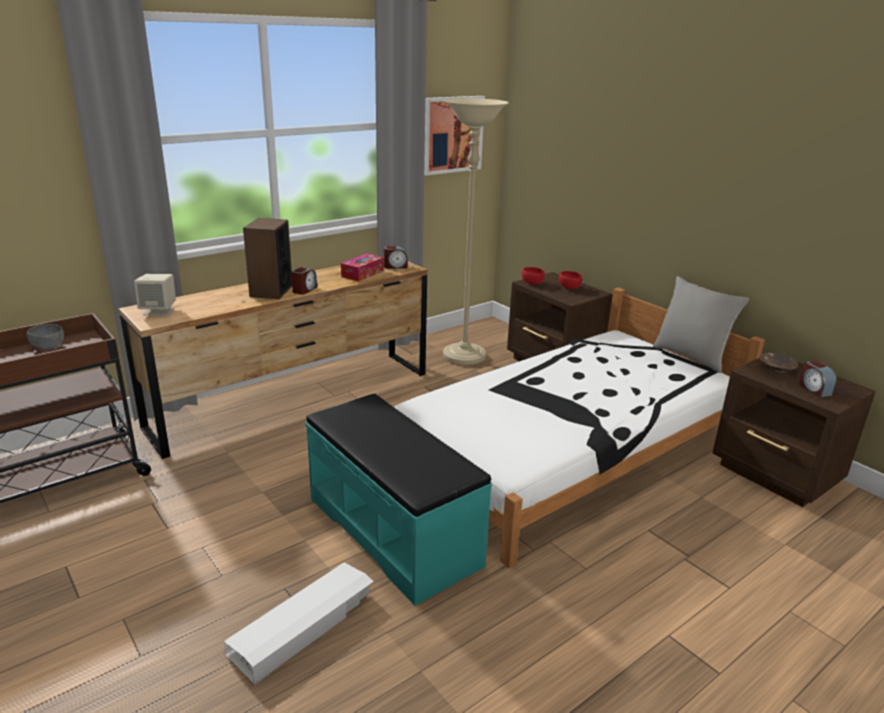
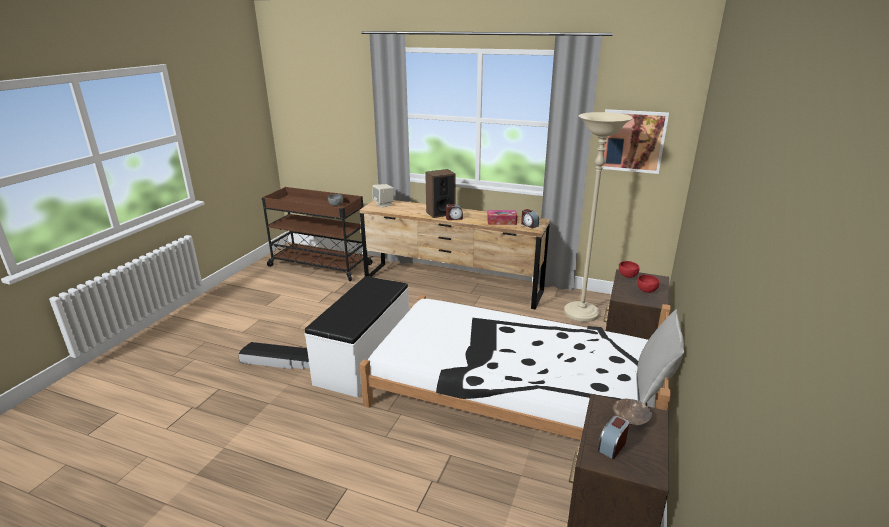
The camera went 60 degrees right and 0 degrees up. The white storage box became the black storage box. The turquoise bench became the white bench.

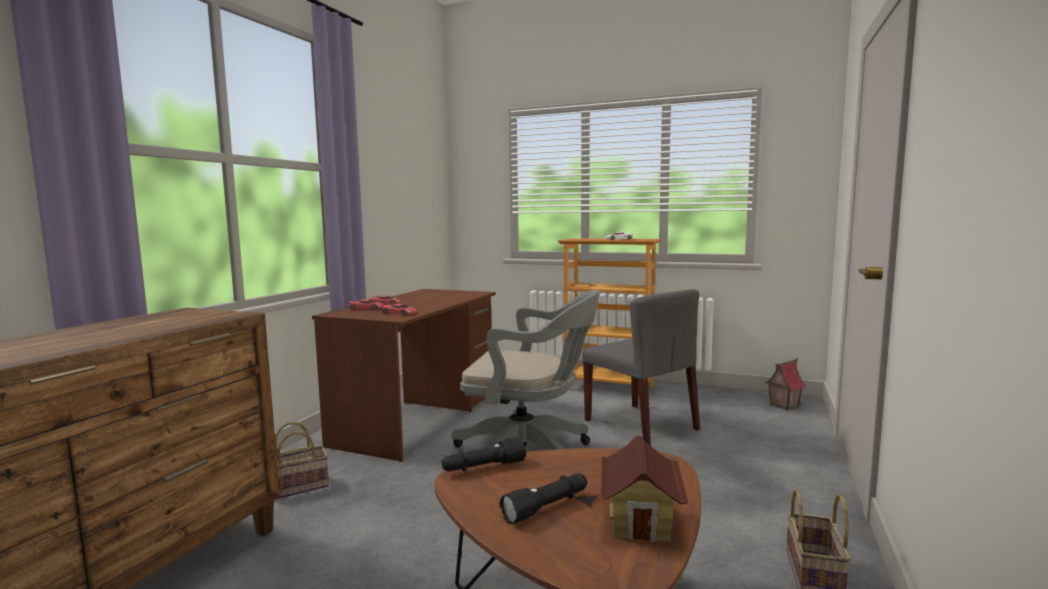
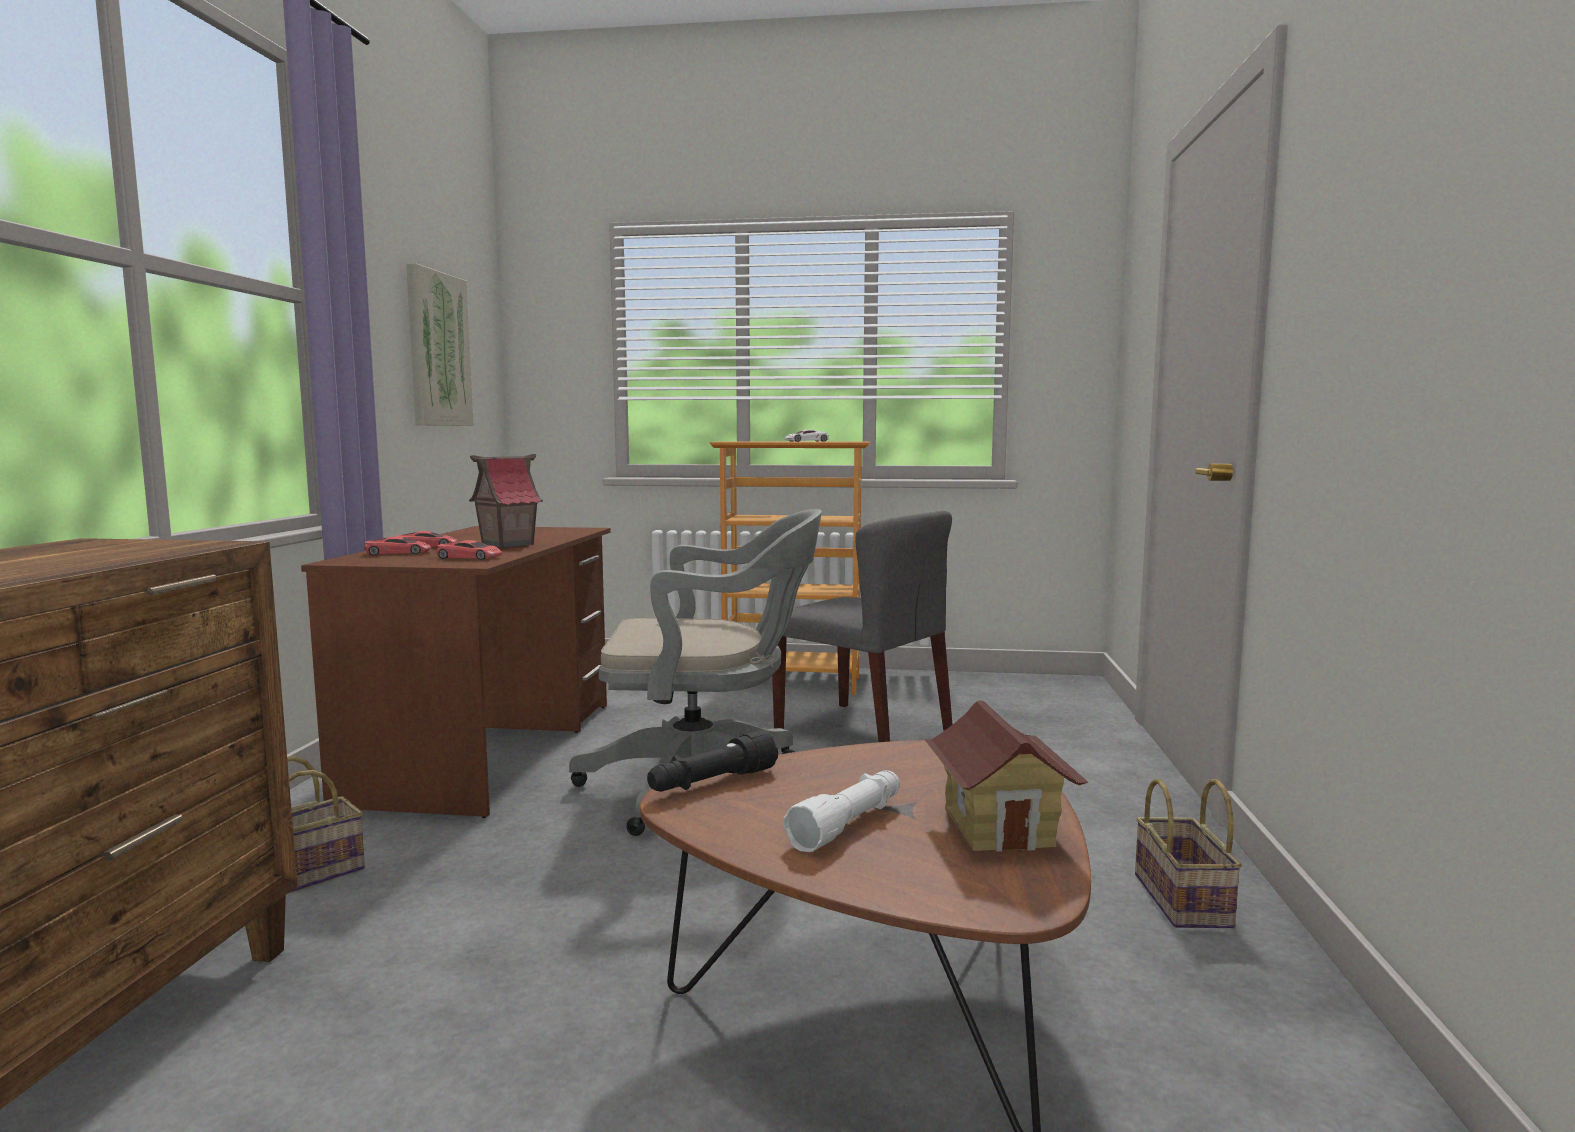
The camera went 15 degrees left and 0 degrees up. The black flashlight (2nd from left) became the white flashlight. The toy house (2nd from left in the first image) moved. The picture appeared.

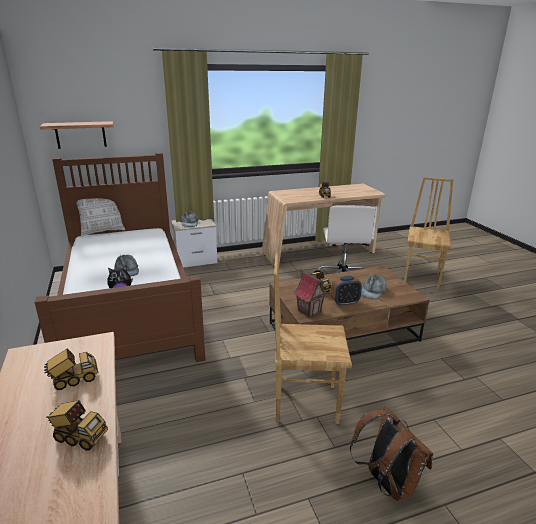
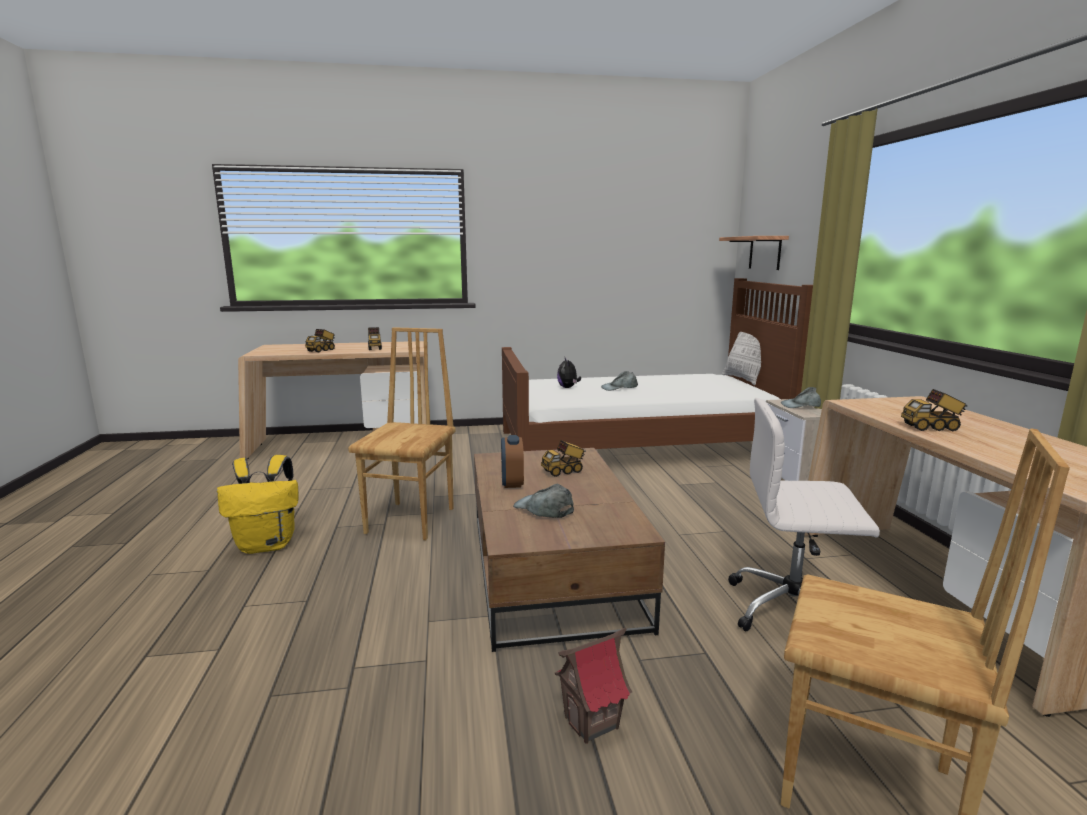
The camera went 100 degrees right and 10 degrees down. The toy house moved. The brown backpack became the yellow backpack.

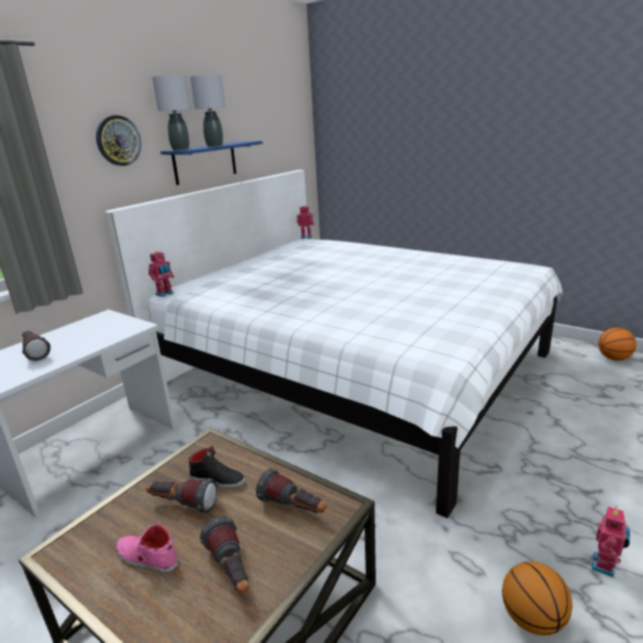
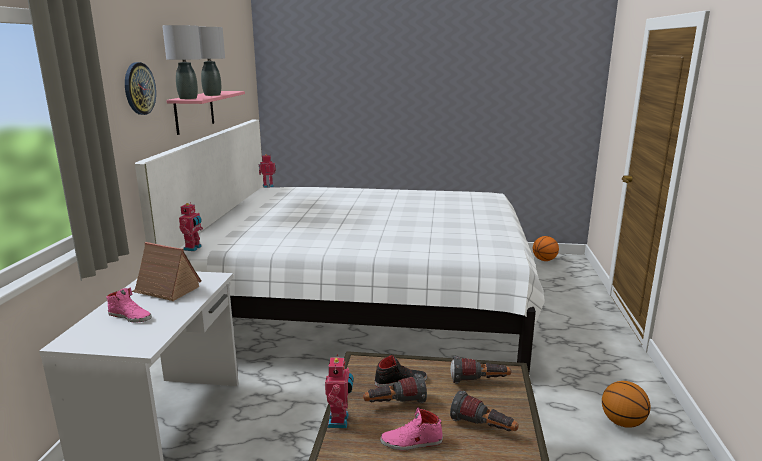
The camera went 30 degrees left and 5 degrees down. The flashlight (1st from left) was replaced by the pink shoe (1st from left). The blue shelf became the pink shelf. The toy robot (3rd from left) moved. The toy house appeared.

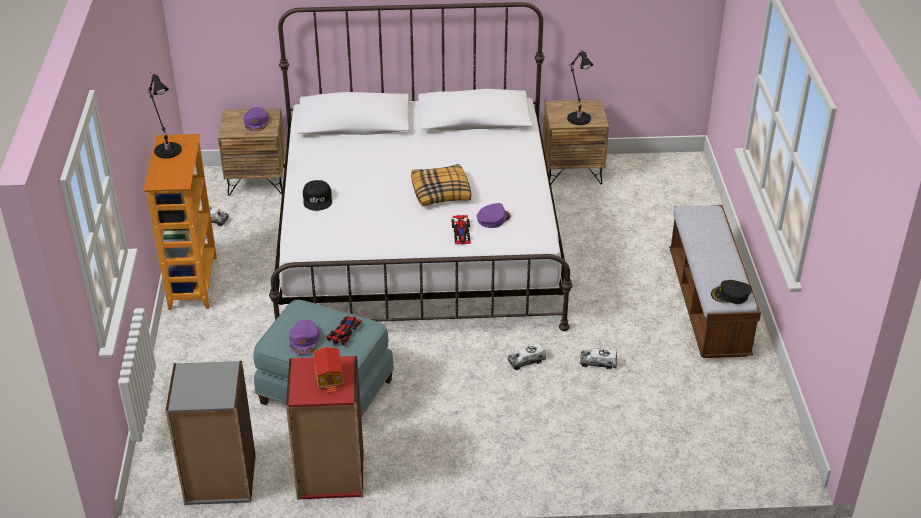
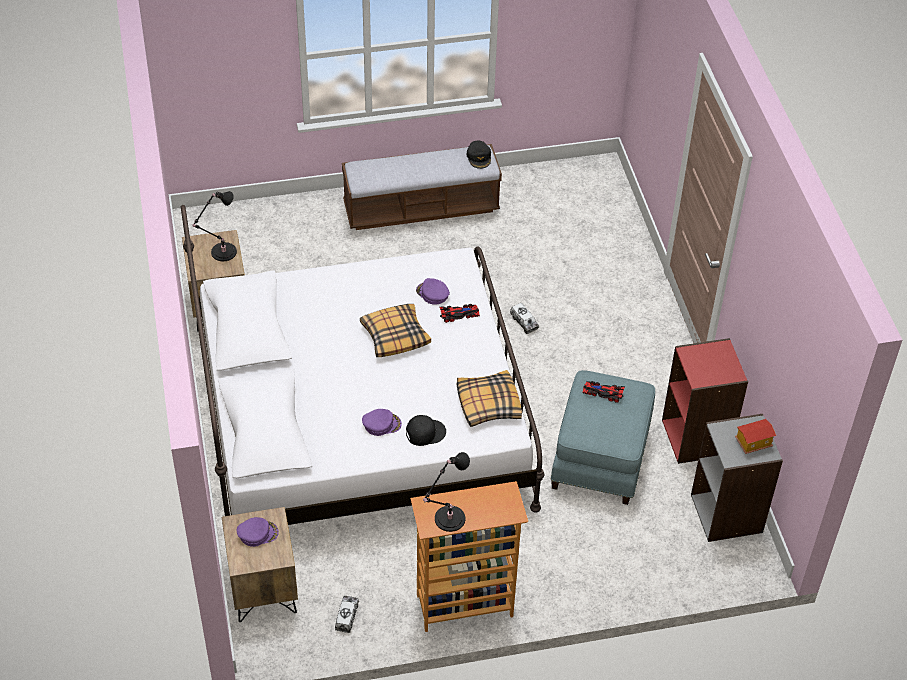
The camera went 100 degrees left and 10 degrees up. The purple cap (2nd from left) moved. The toy house moved. The toy truck (3rd from left) disappeared. The pillow (2nd from left) appeared.

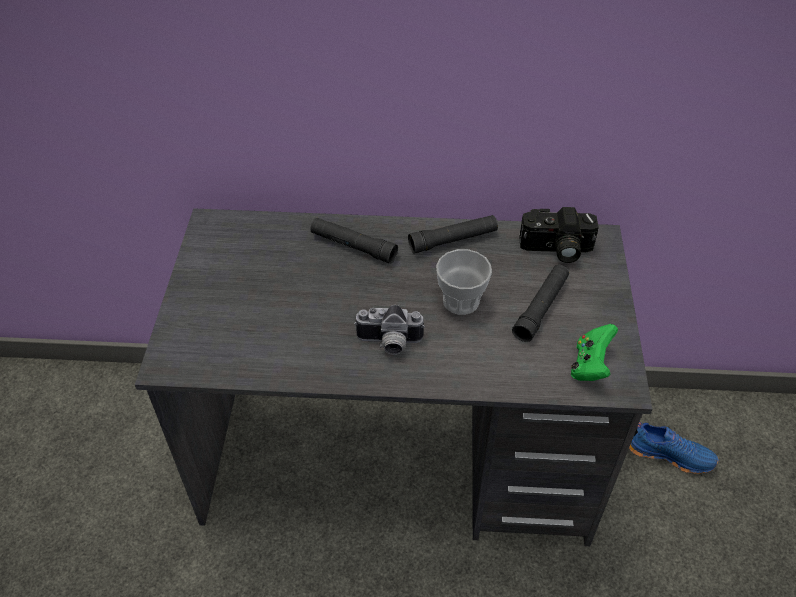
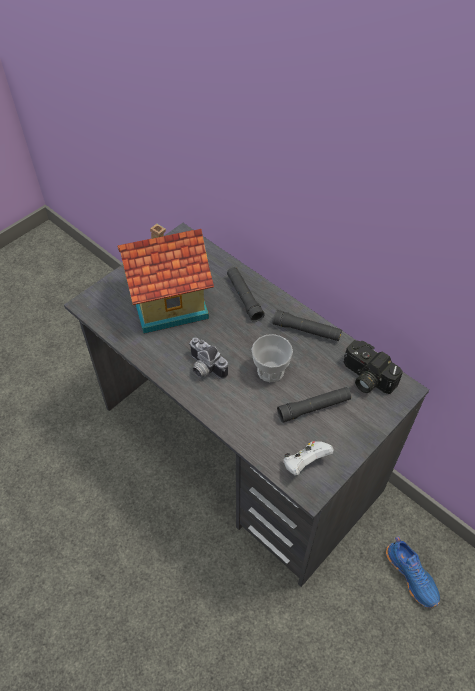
The camera went 40 degrees right and 5 degrees up. The green game controller became the white game controller. The toy house appeared.

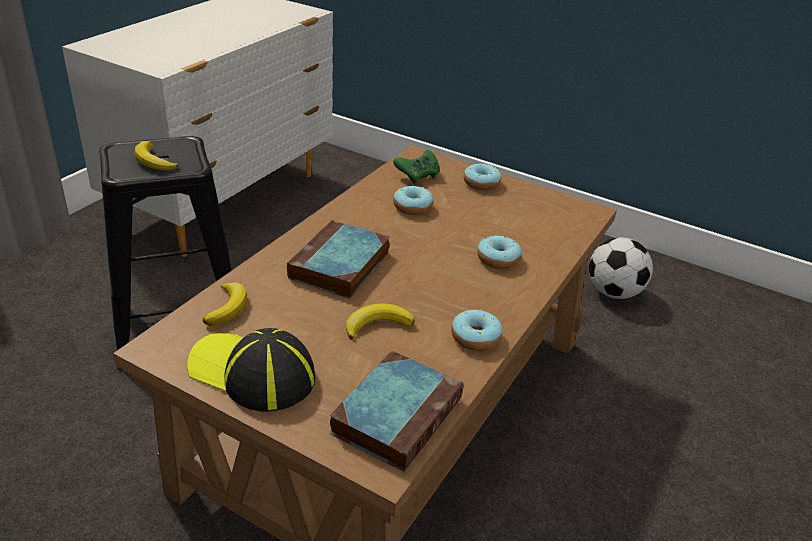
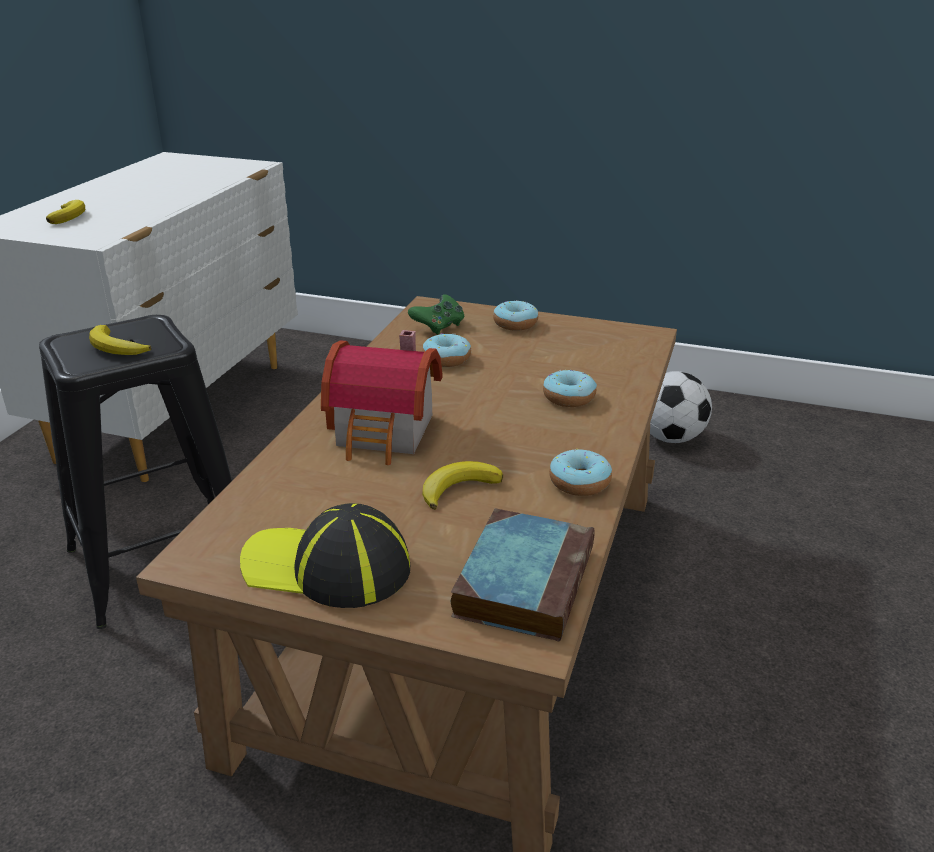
The camera went 10 degrees left and 5 degrees down. The banana (2nd from left in the first image) moved. The book (1st from left) was replaced by the toy house.

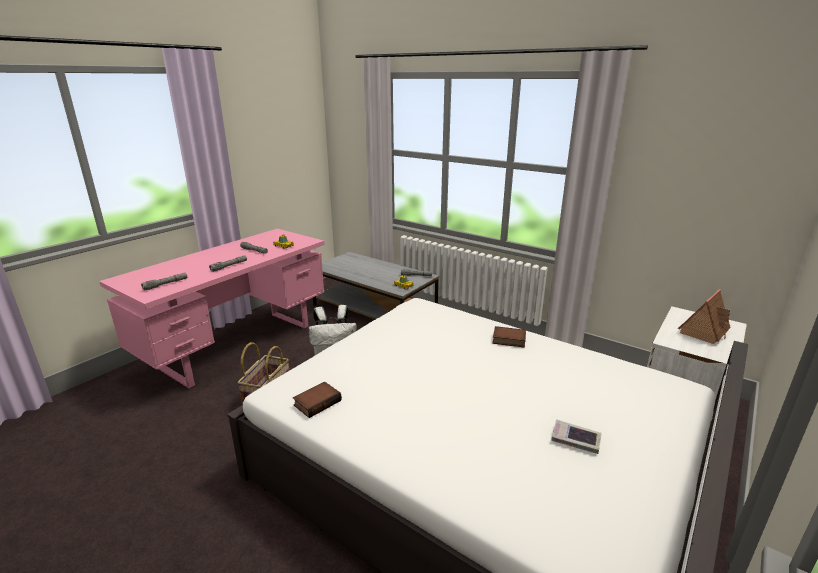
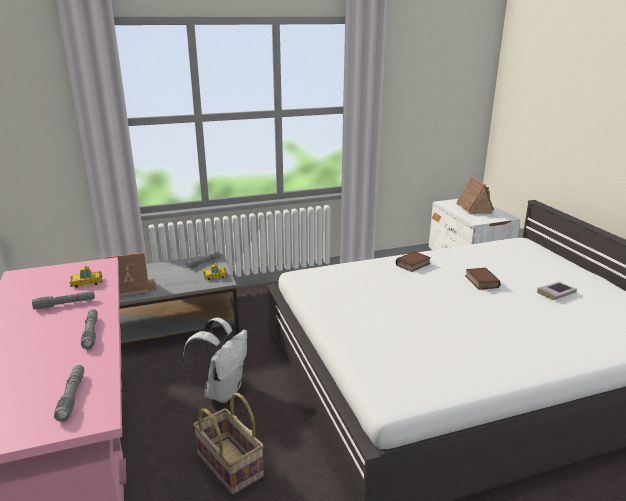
The camera went 55 degrees left and 0 degrees up. The book (1st from left in the first image) moved. The toy house (1st from left) appeared.

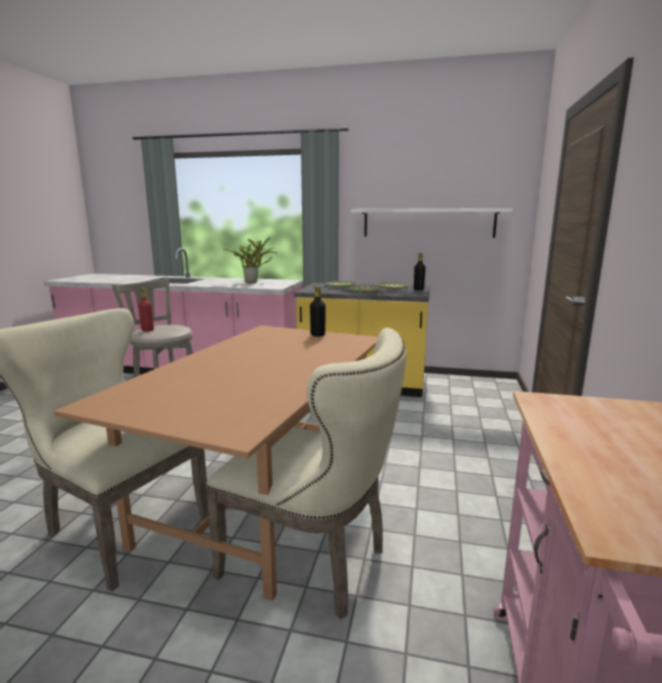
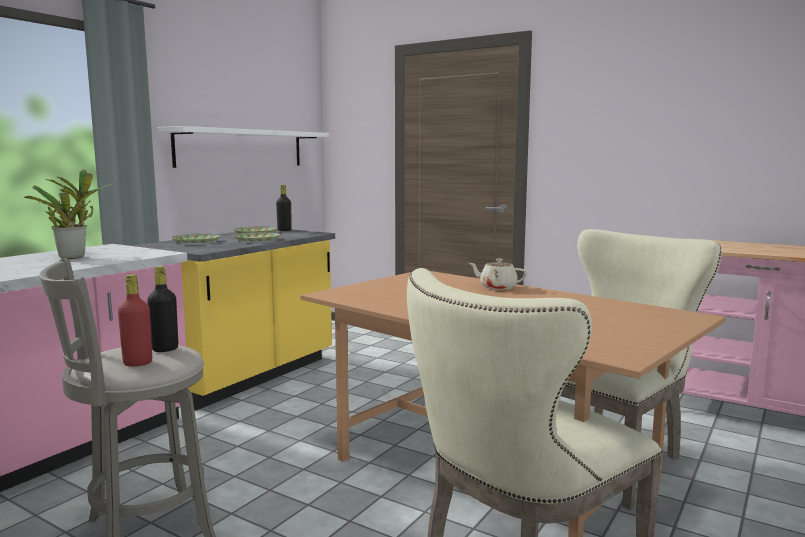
The camera went 70 degrees left and 5 degrees down. The black bottle (1st from left) moved. The beige teapot appeared.

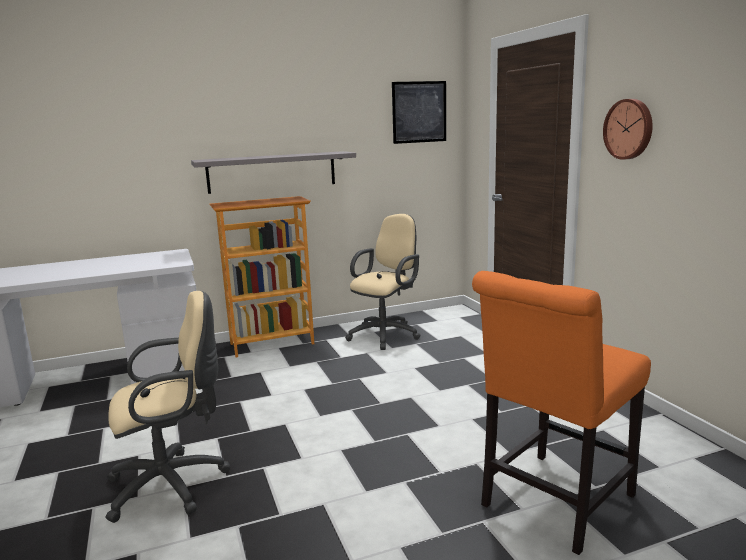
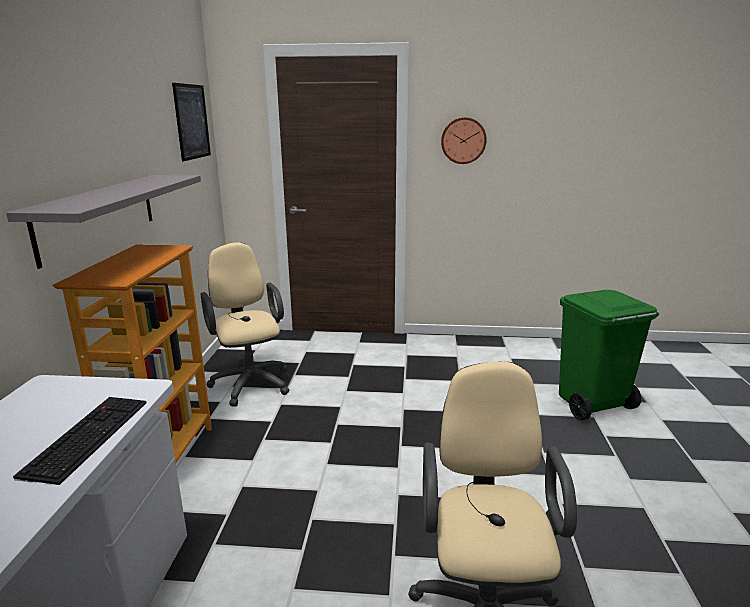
The camera went 65 degrees left and 5 degrees up. The orange chair was replaced by the green trash can. The keyboard appeared.

